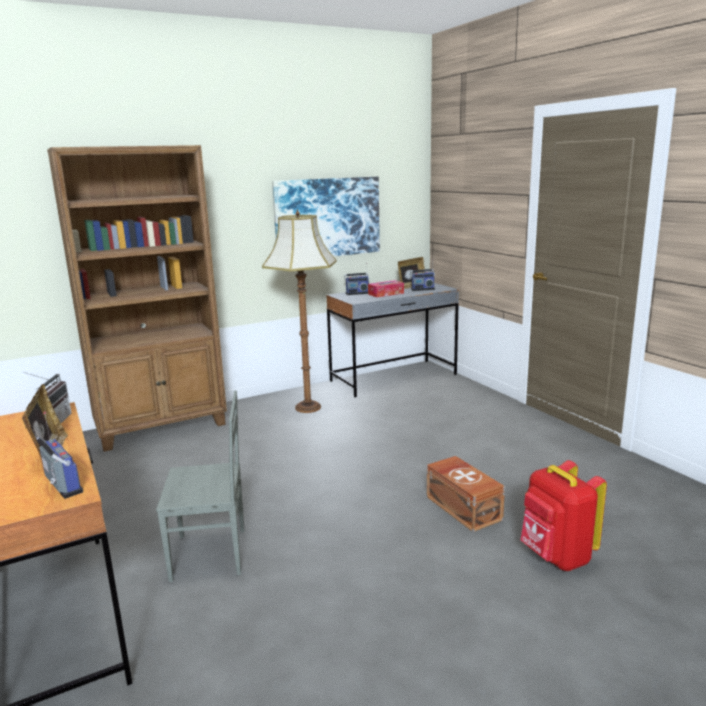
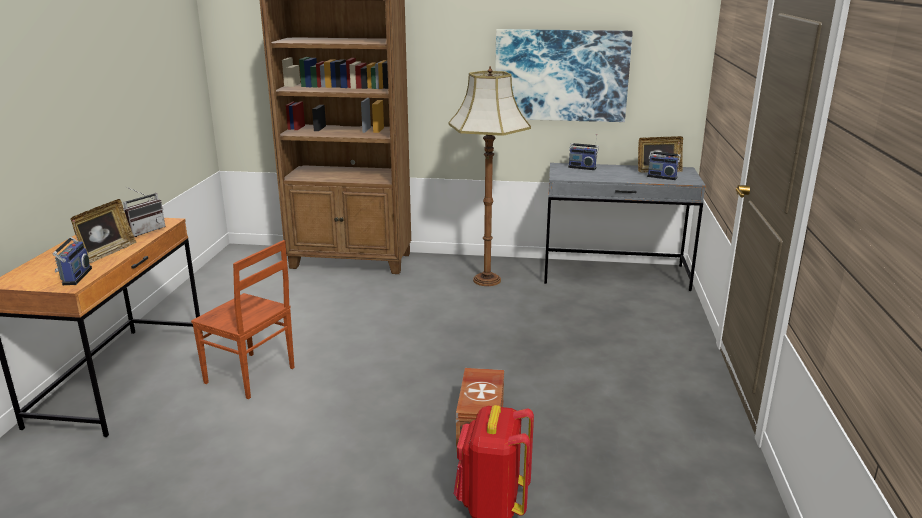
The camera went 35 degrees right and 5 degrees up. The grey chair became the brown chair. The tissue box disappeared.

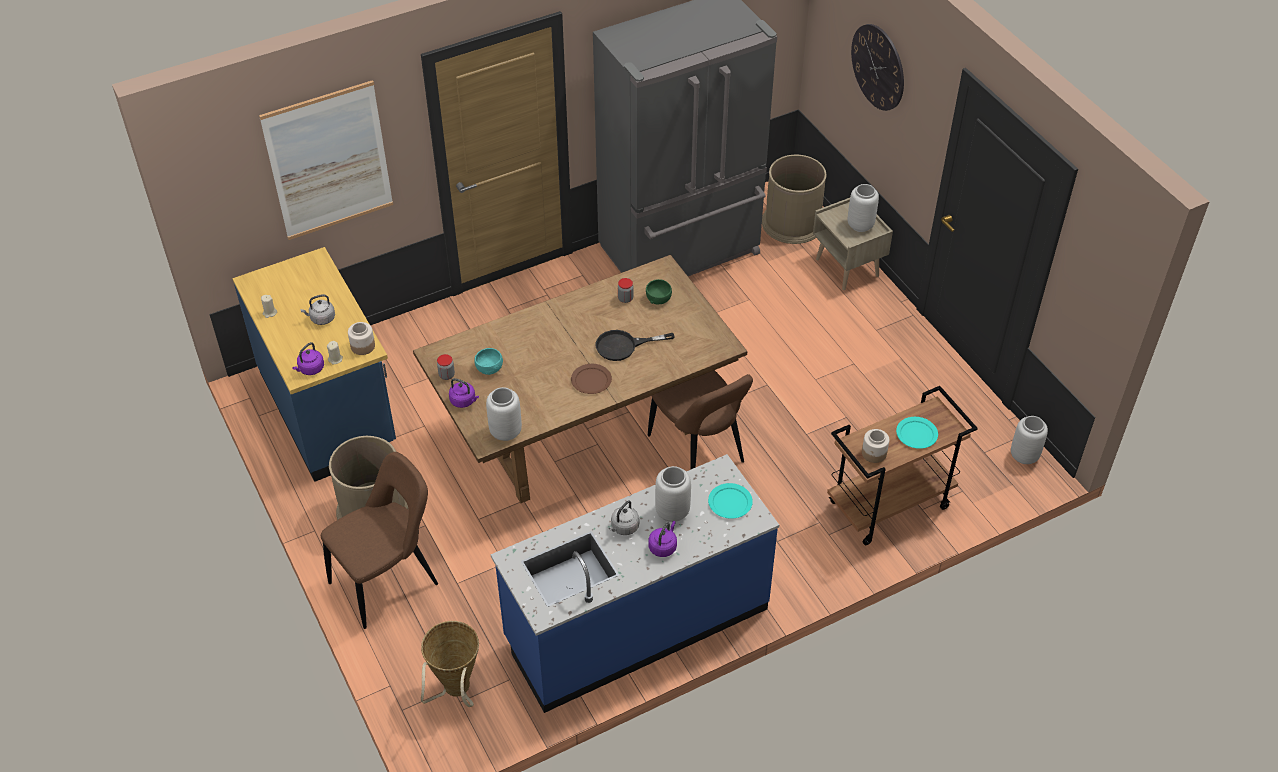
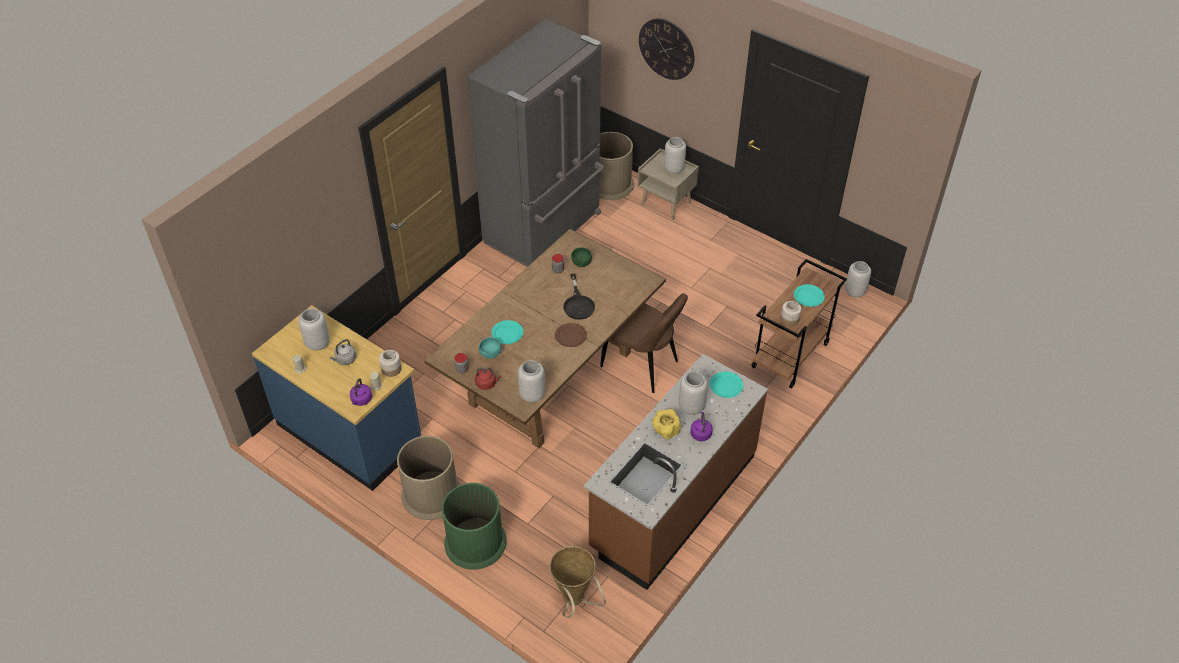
The camera went 25 degrees left and 0 degrees up. The picture disappeared. The brown chair (1st from left) was replaced by the green trash can. The purple kettle (2nd from left) became the red kettle. The blue counter (2nd from left) became the brown counter. The black frying pan turned 60 degrees counterclockwise. The grey kettle (2nd from left) was replaced by the yellow bowl. The grey vase (1st from left) appeared. The turquoise plate (1st from left) appeared.

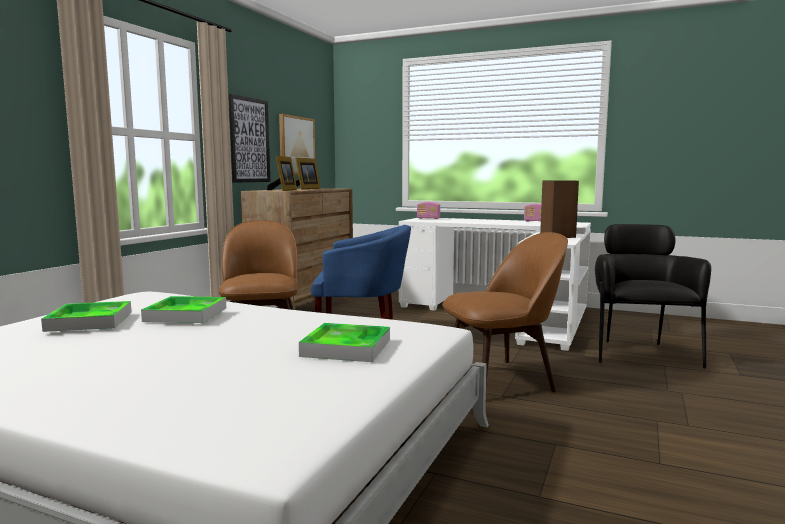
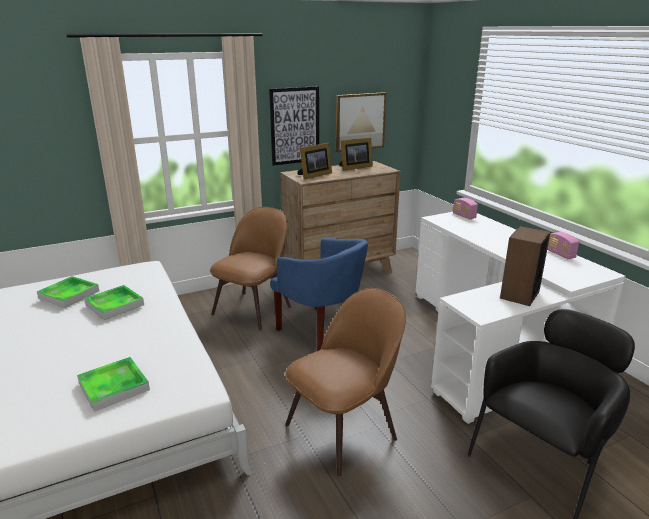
The camera went 40 degrees right and 15 degrees up. The brown chair (2nd from left) turned 60 degrees counterclockwise.

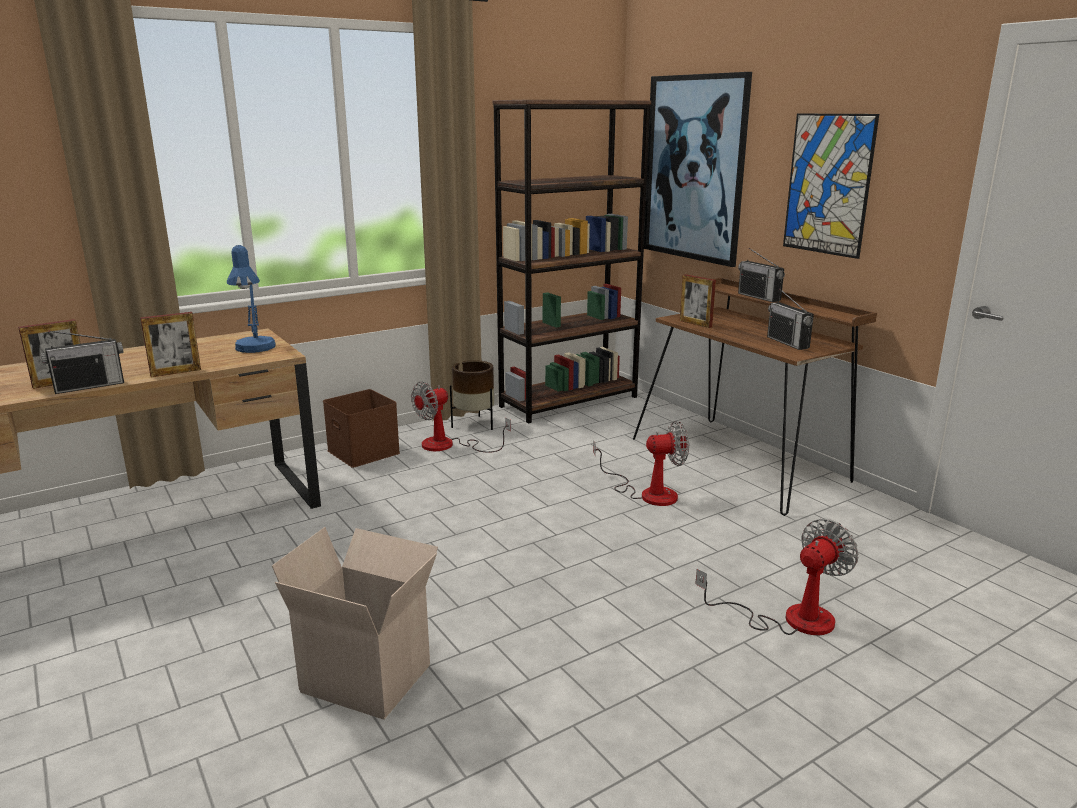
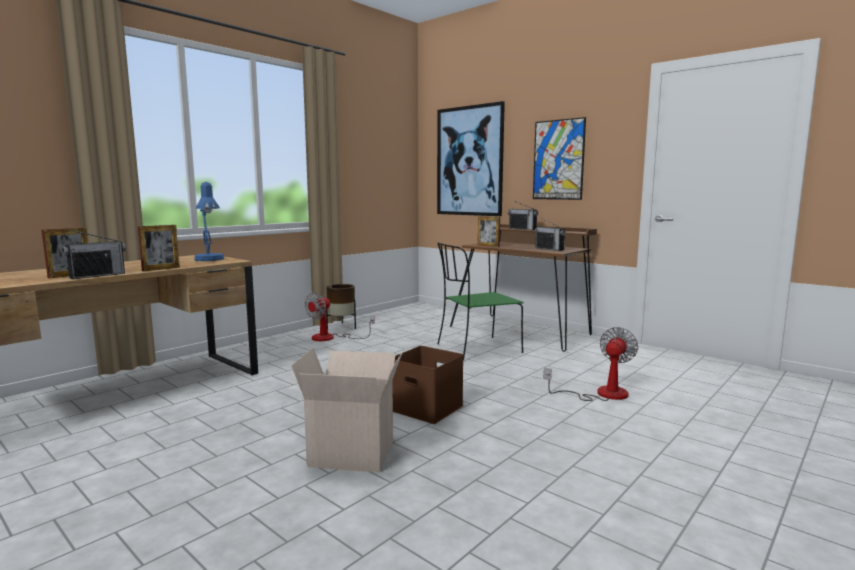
The camera went 15 degrees left and 10 degrees down. The brown storage box moved. The brown bookcase disappeared. The fan (2nd from left) was replaced by the green chair.

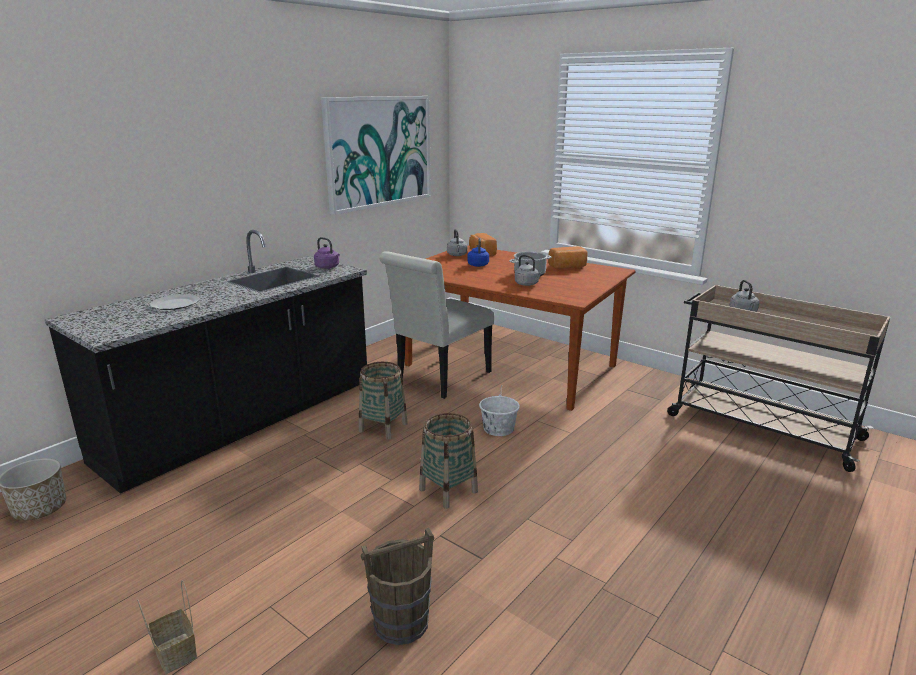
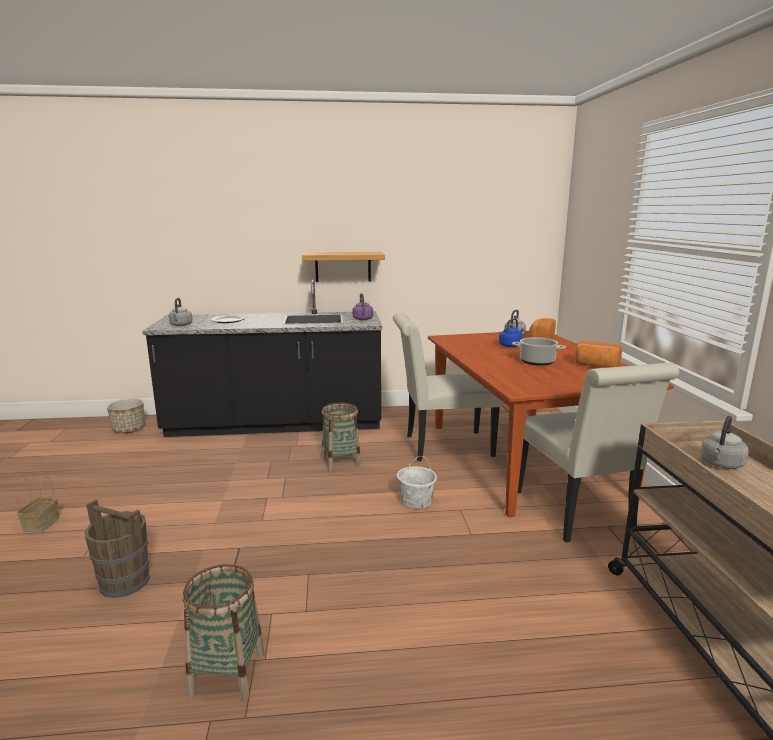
The camera went 45 degrees right and 5 degrees down. The picture disappeared. The basket (3rd from left in the first image) moved. The grey kettle (2nd from left in the first image) moved. The shelf appeared. The white chair (2nd from left) appeared.

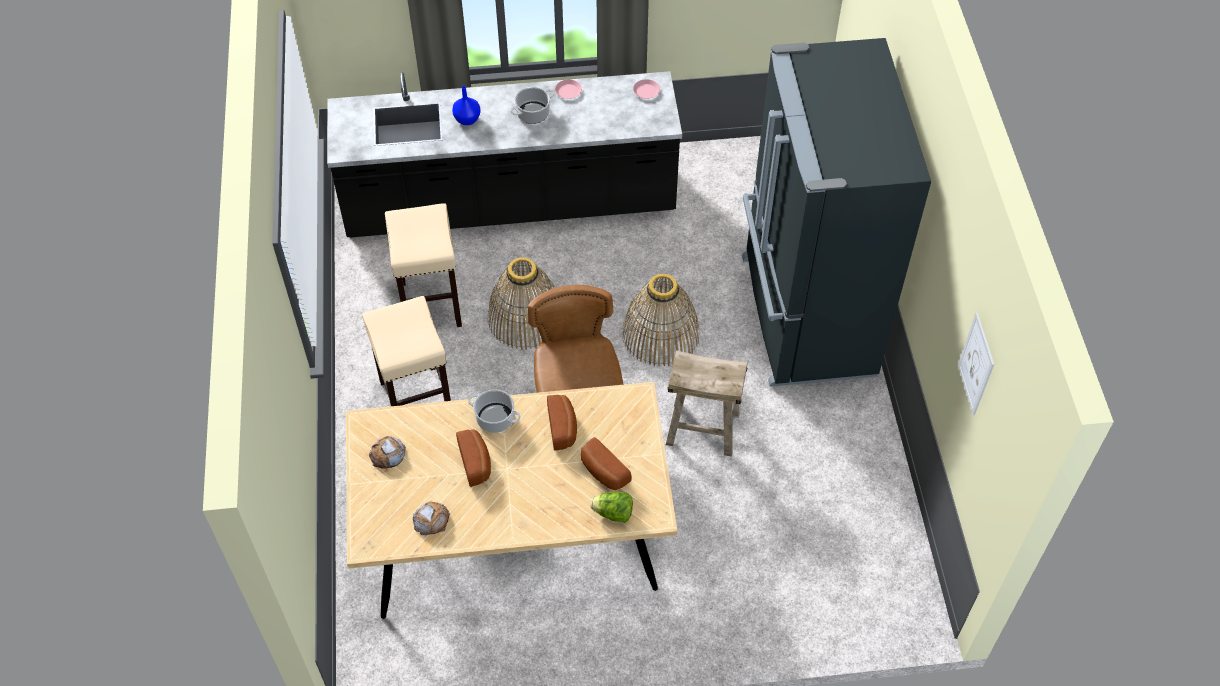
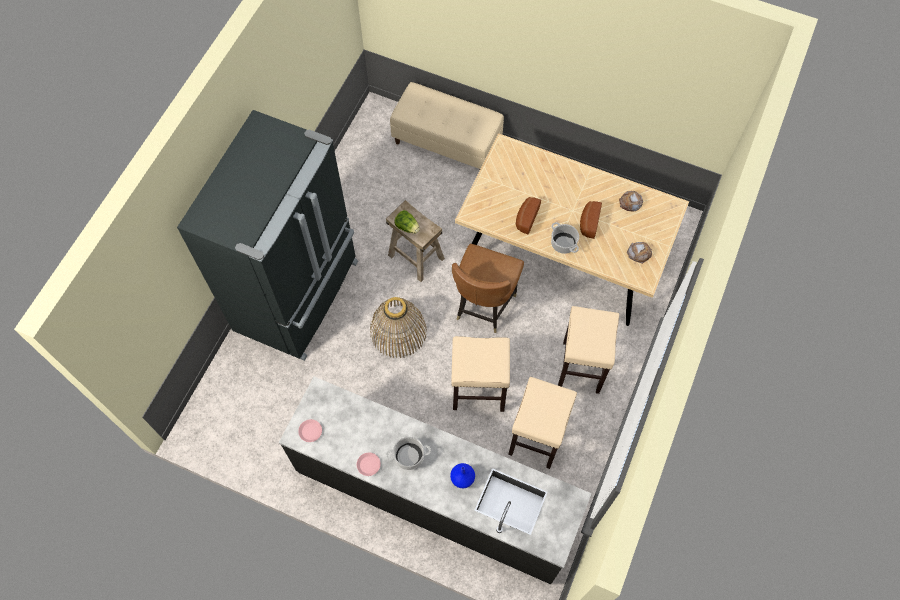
The camera went 150 degrees left and 10 degrees up. The basket (1st from left) was replaced by the beige stool (2nd from left). The bread (5th from left) disappeared. The lettuce moved. The picture disappeared. The beige bench appeared.

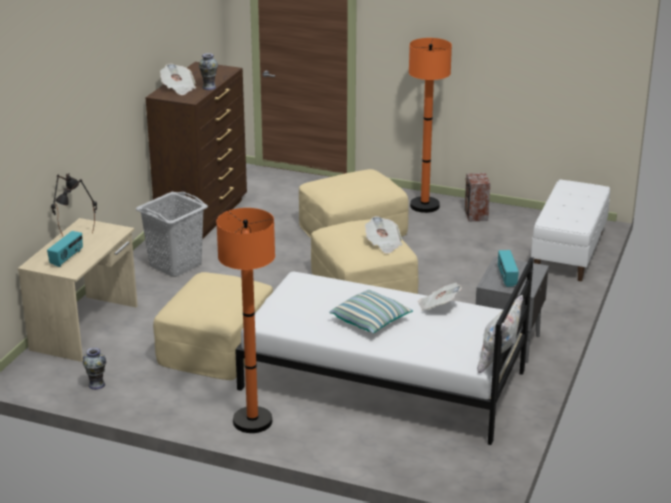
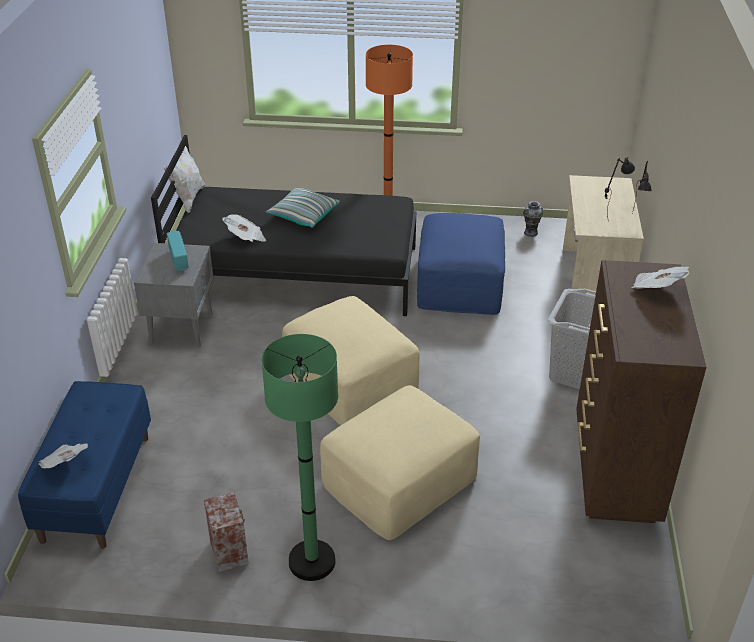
The camera went 165 degrees right and 10 degrees up. The radio (1st from left) disappeared. The beige ottoman (1st from left) became the blue ottoman. The vase (2nd from left) disappeared. The white bed became the black bed. The newspaper (2nd from left in the first image) moved. The orange floor lamp (2nd from left) became the green floor lamp. The white bench became the blue bench.

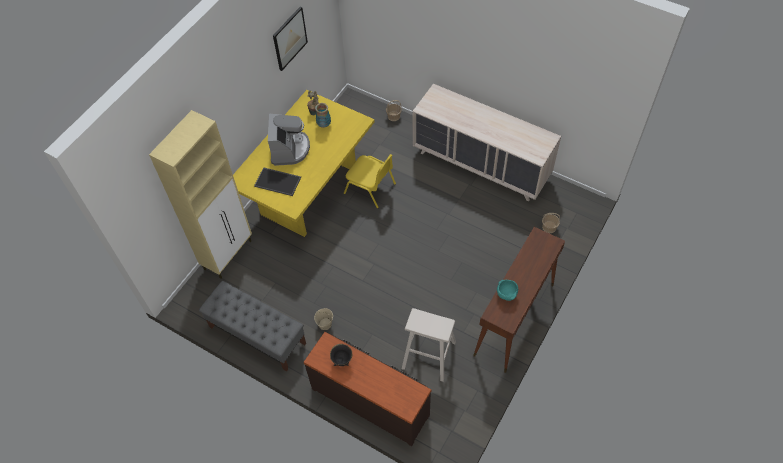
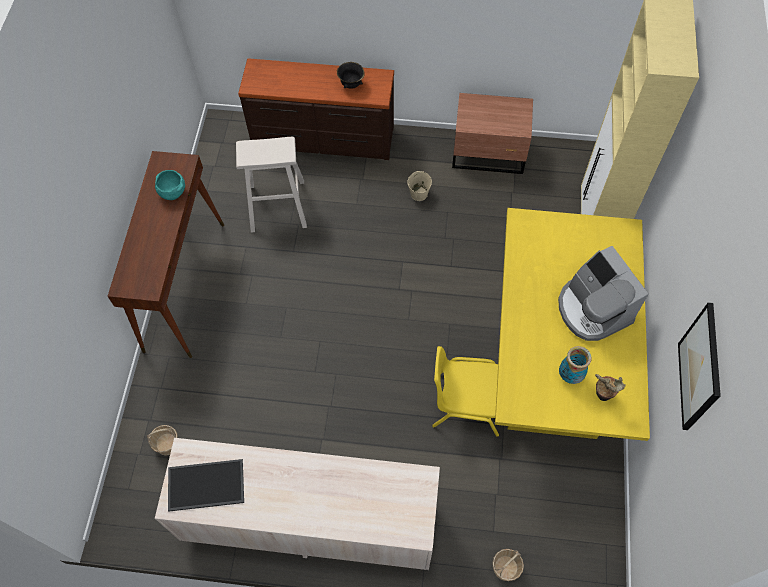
The camera went 155 degrees right and 5 degrees up. The grey bench was replaced by the brown nightstand. The tray moved.

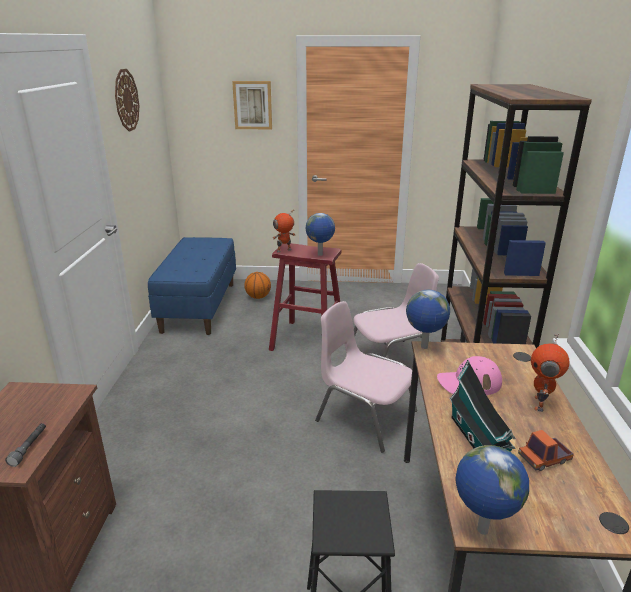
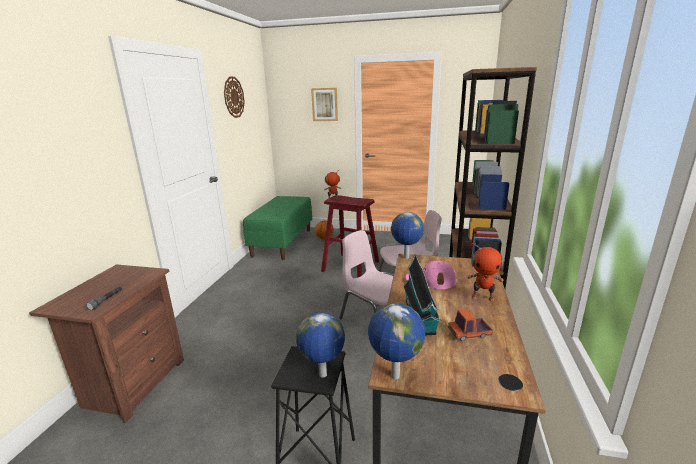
The camera went 10 degrees right and 5 degrees down. The blue bench became the green bench. The globe (1st from left) moved. The toy robot (2nd from left) turned 105 degrees counterclockwise.

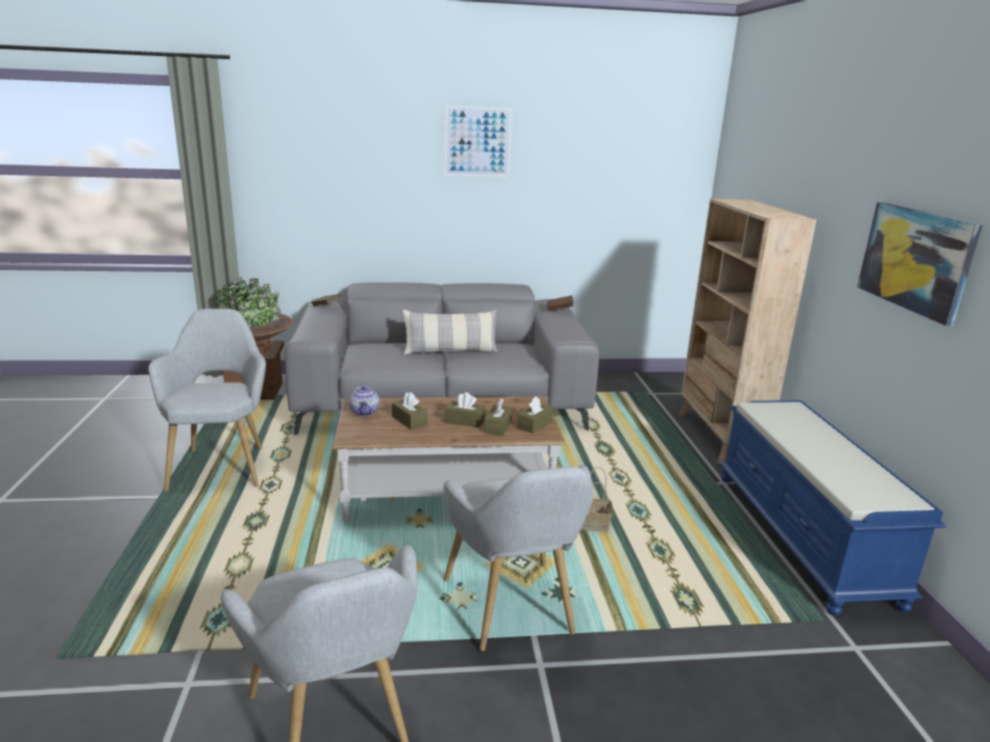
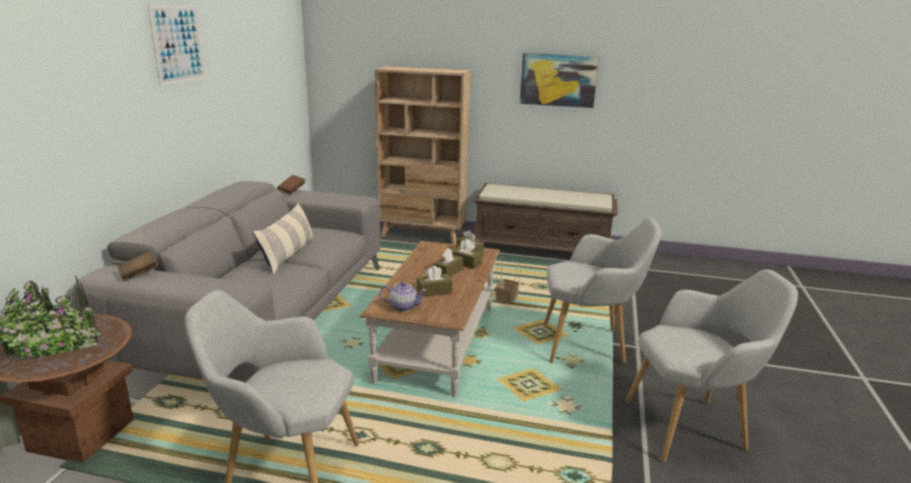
The camera went 70 degrees left and 0 degrees up. The blue bench became the brown bench.

